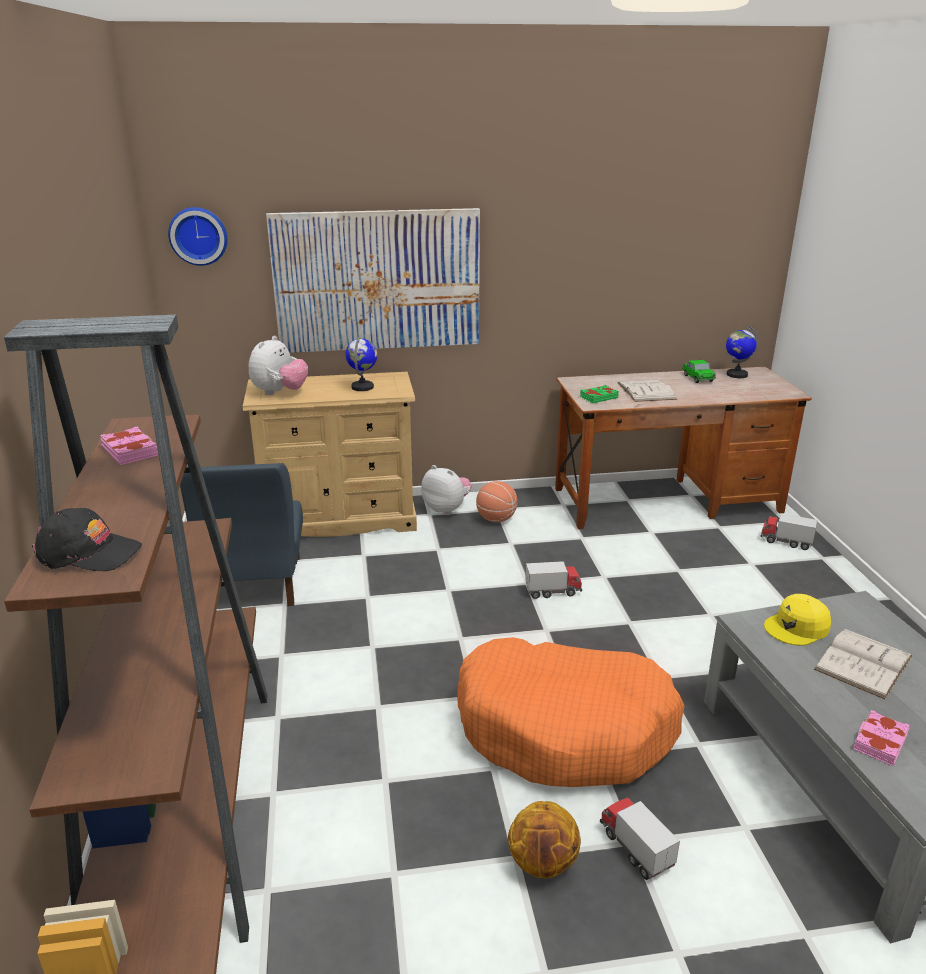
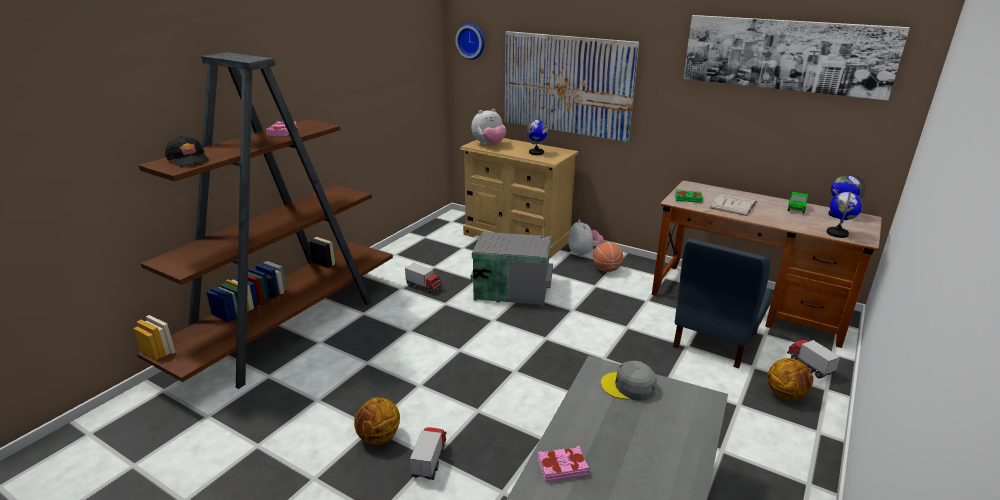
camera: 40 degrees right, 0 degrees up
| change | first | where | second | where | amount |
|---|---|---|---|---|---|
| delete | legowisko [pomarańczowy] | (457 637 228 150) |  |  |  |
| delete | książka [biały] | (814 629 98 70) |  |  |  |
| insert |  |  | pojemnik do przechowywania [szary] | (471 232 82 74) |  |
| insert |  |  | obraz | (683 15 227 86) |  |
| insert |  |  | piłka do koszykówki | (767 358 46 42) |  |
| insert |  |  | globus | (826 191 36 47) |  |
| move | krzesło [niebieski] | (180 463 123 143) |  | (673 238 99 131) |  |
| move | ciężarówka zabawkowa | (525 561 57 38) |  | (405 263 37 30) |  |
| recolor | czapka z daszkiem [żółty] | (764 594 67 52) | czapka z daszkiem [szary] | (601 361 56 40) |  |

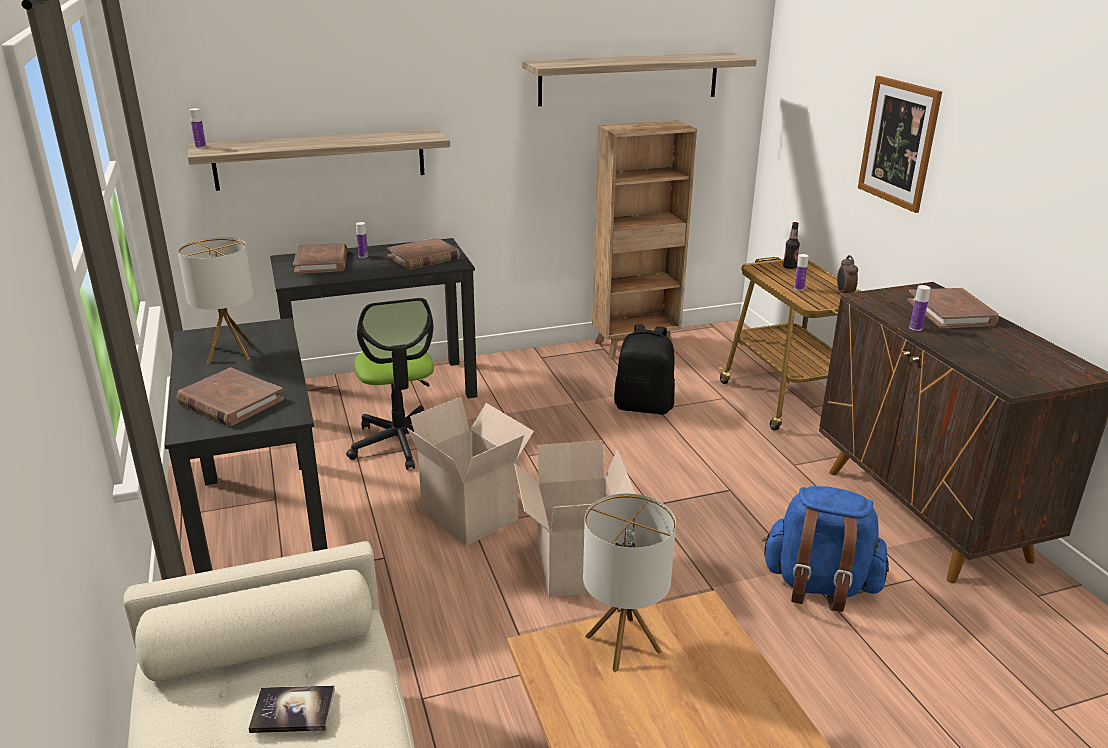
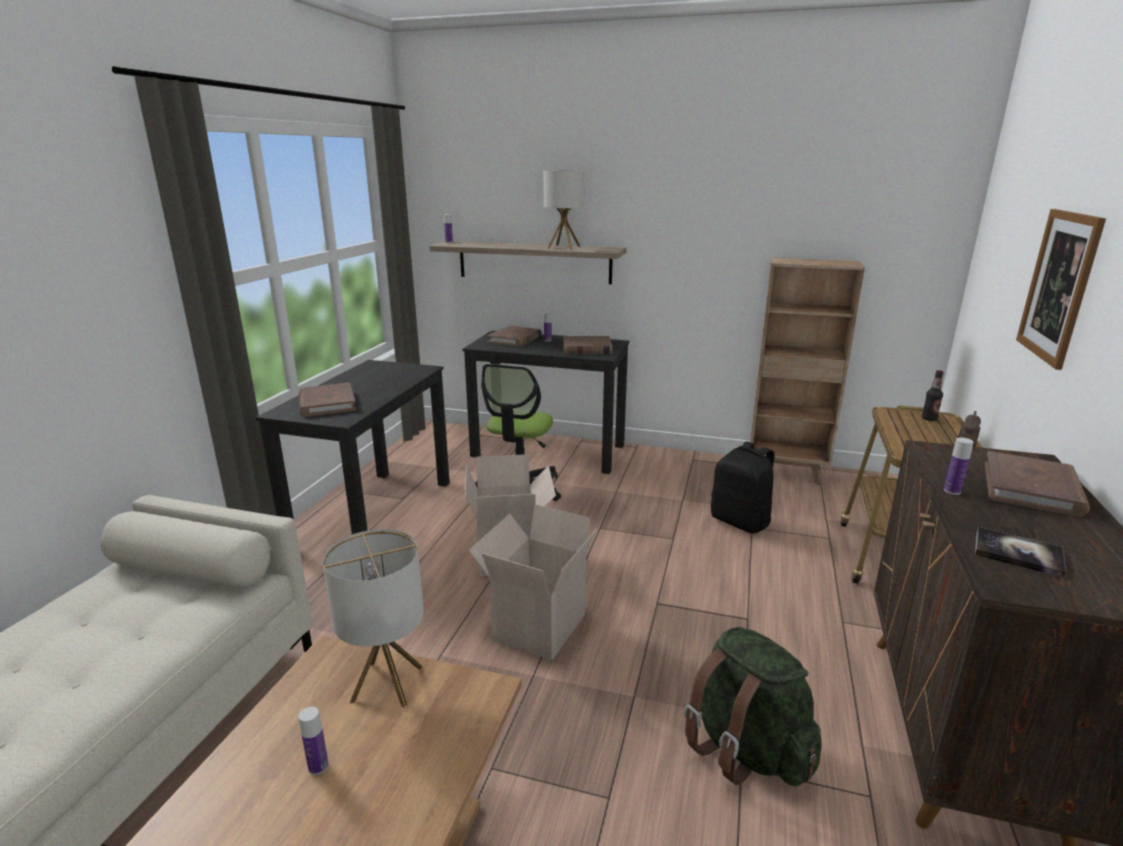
camera: 35 degrees right, 5 degrees down
| change | first | where | second | where | amount |
|---|---|---|---|---|---|
| delete | półka | (522 52 235 54) |  |  |  |
| move | lampa stołowa | (178 237 75 127) |  | (543 170 42 80) |  |
| move | książka | (248 686 87 47) |  | (975 527 91 51) |  |
| move | butelka | (794 254 15 37) |  | (299 706 30 69) |  |
| recolor | plecak [niebieski] | (762 486 127 126) | plecak [zielony] | (684 627 138 159) |  |

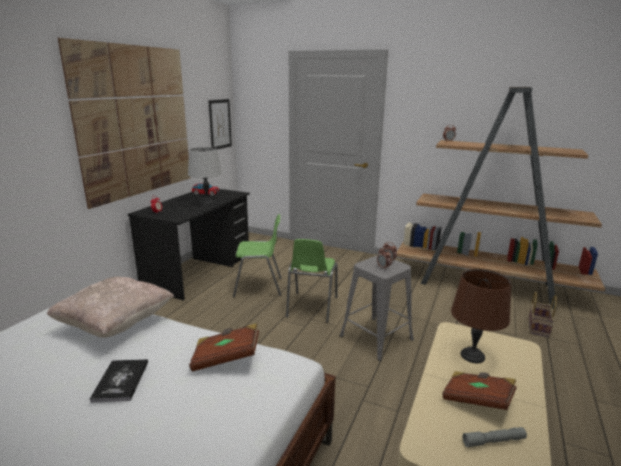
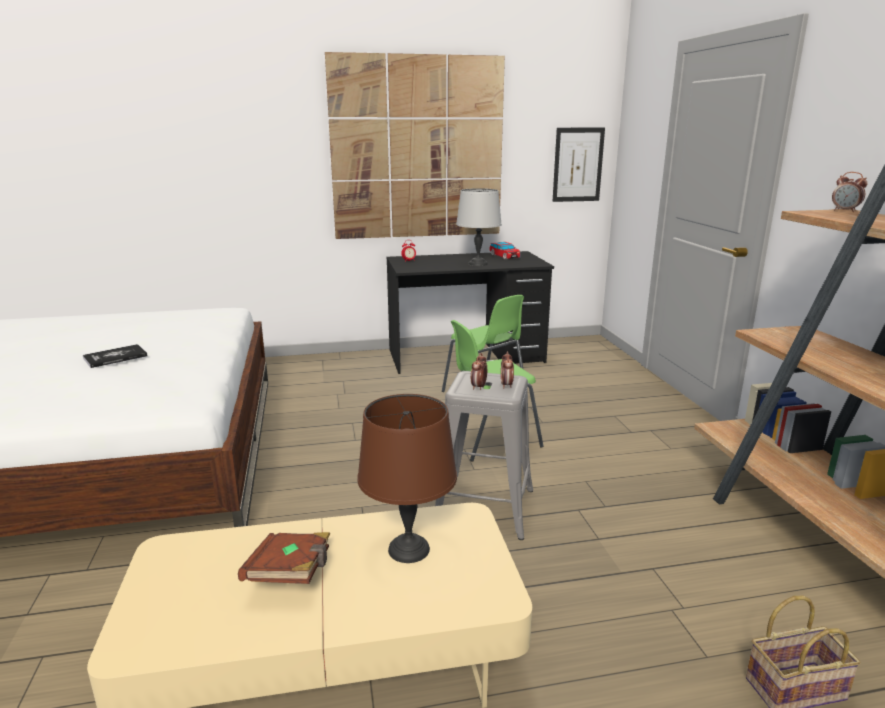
camera: 55 degrees right, 0 degrees up
| change | first | where | second | where | amount |
|---|---|---|---|---|---|
| delete | poduszka [beżowy] | (47 277 127 61) |  |  |  |
| delete | książka [brązowy] | (189 323 70 49) |  |  |  |
| delete | latarka [szary] | (462 427 65 21) |  |  |  |

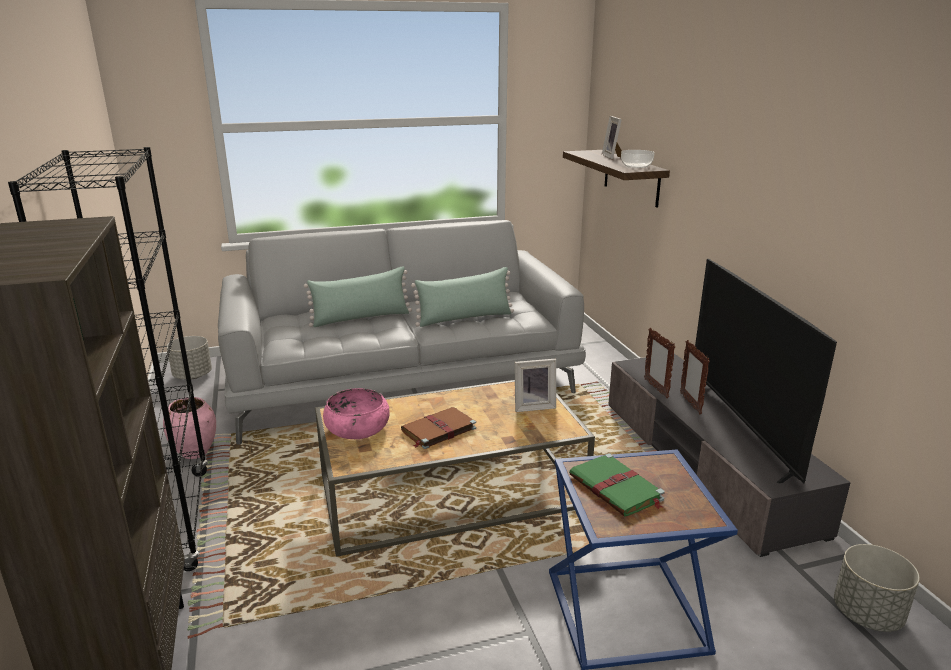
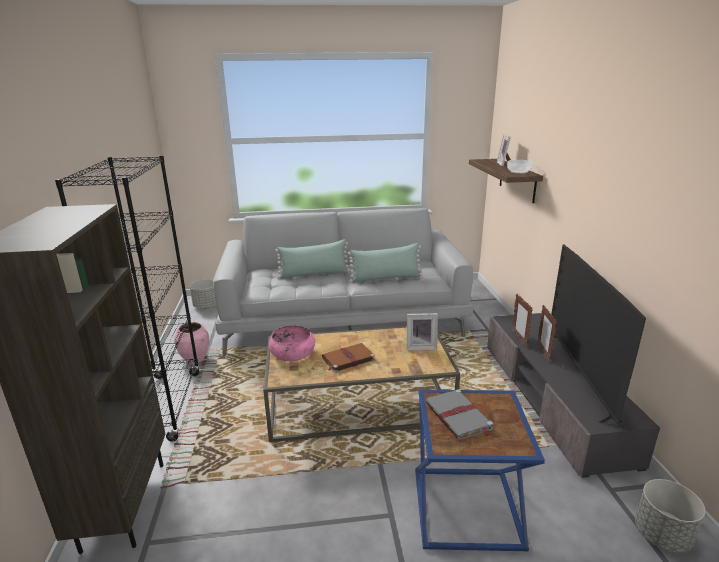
camera: 10 degrees right, 0 degrees up
| change | first | where | second | where | amount |
|---|---|---|---|---|---|
| recolor | książka [zielony] | (569 453 96 63) | książka [szary] | (426 389 67 51) |  |

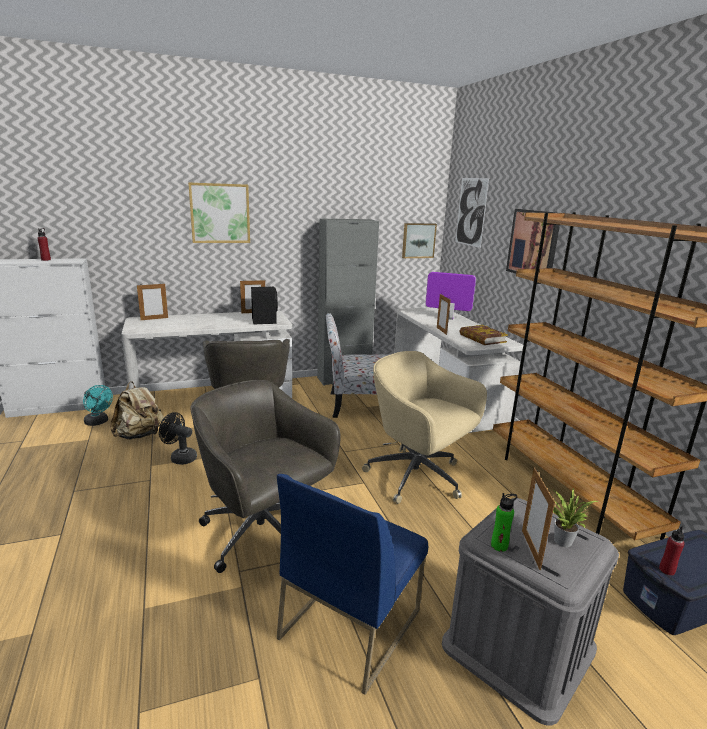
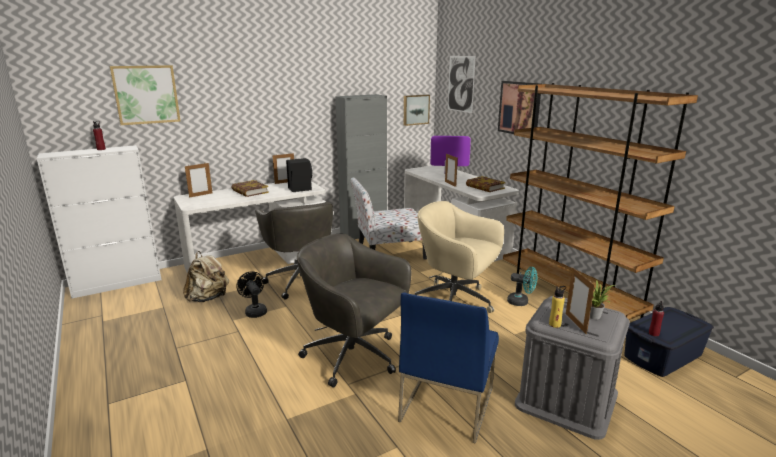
camera: 10 degrees left, 0 degrees up
| change | first | where | second | where | amount |
|---|---|---|---|---|---|
| insert |  |  | książka | (231 180 38 17) |  |
| move | wentylator [turkusowy] | (83 385 30 41) |  | (507 267 30 39) |  |
| move | obraz | (188 182 62 61) |  | (110 65 71 60) |  |
| recolor | butelka [zielony] | (491 493 26 59) | butelka [żółty] | (549 286 17 42) |  |
| rotate | wentylator [czarny] | (159 412 38 53) |  | (236 271 31 47) | 45 degrees clockwise |

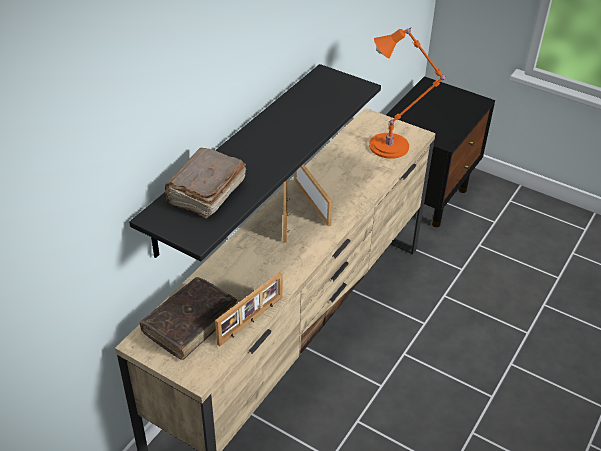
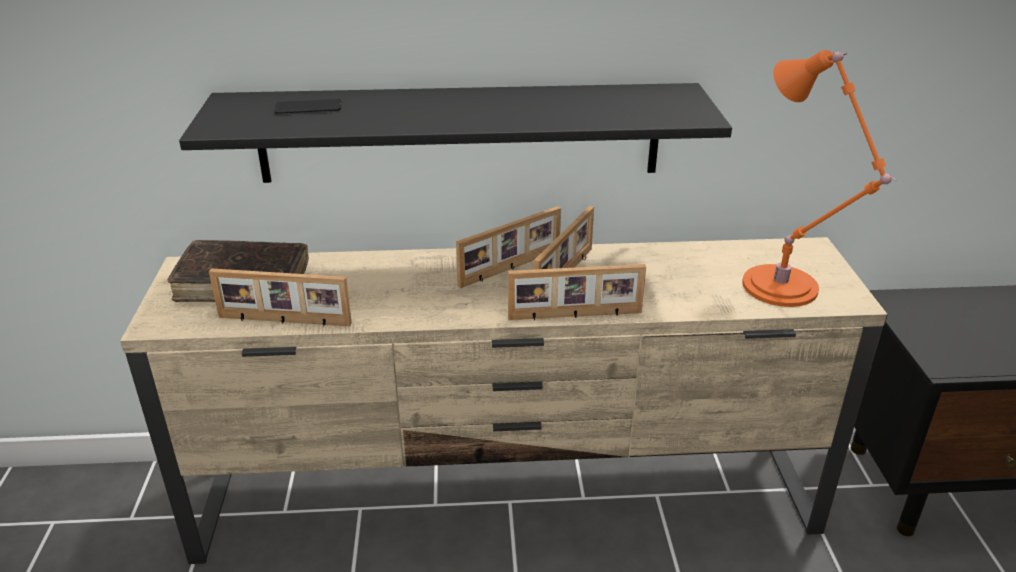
camera: 55 degrees right, 10 degrees down
| change | first | where | second | where | amount |
|---|---|---|---|---|---|
| insert |  |  | ramka na zdjęcie | (508 264 138 56) |  |
| replace | książka [brązowy] | (165 148 81 70) | telefon | (275 99 66 15) |  |

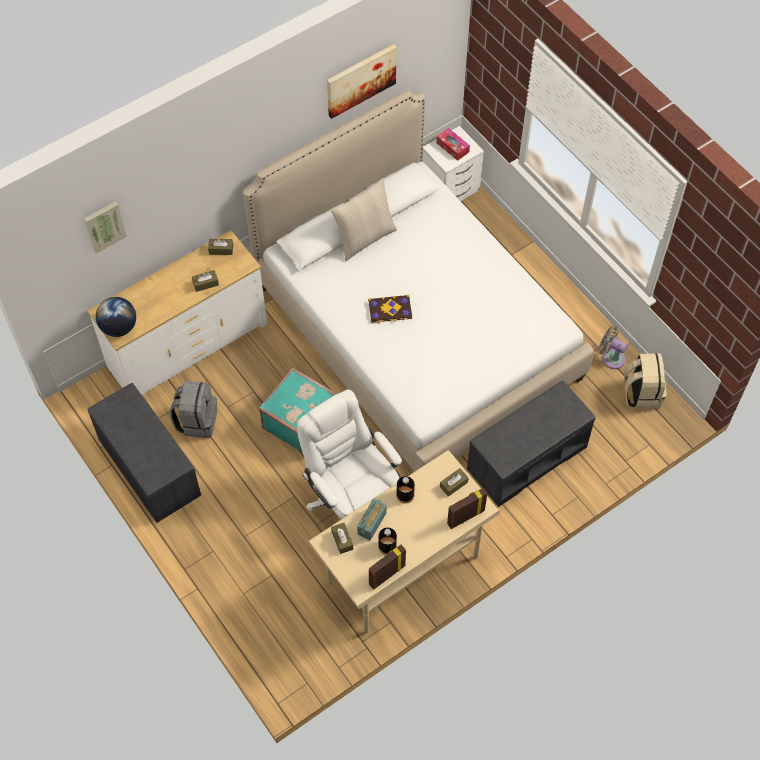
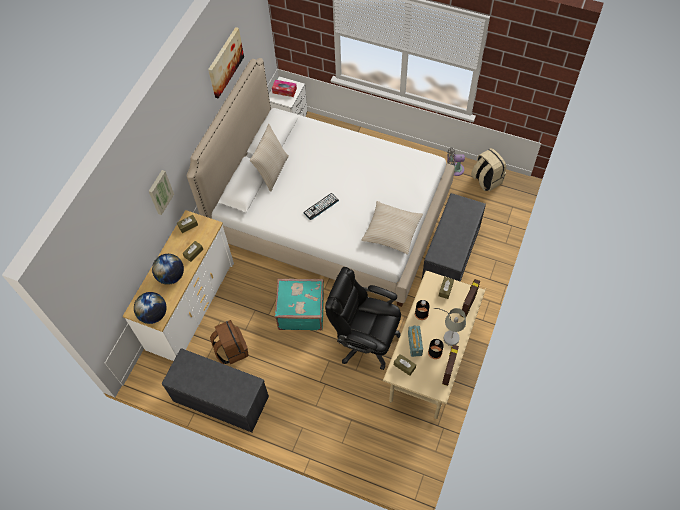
camera: 30 degrees left, 0 degrees up
| change | first | where | second | where | amount |
|---|---|---|---|---|---|
| insert |  |  | globus | (152 254 32 31) |  |
| insert |  |  | poduszka [beżowy] | (361 201 62 53) |  |
| insert |  |  | lampa stołowa [szary] | (434 308 32 38) |  |
| move | obraz | (84 201 43 52) |  | (149 170 25 45) |  |
| replace | książka | (368 295 44 29) | klawiatura | (304 193 35 27) |  |
| recolor | plecak [szary] | (170 381 47 57) | plecak [brązowy] | (210 320 39 44) |  |
| recolor | krzesło biurowe [biały] | (297 389 105 130) | krzesło biurowe [czarny] | (325 267 76 103) |  |

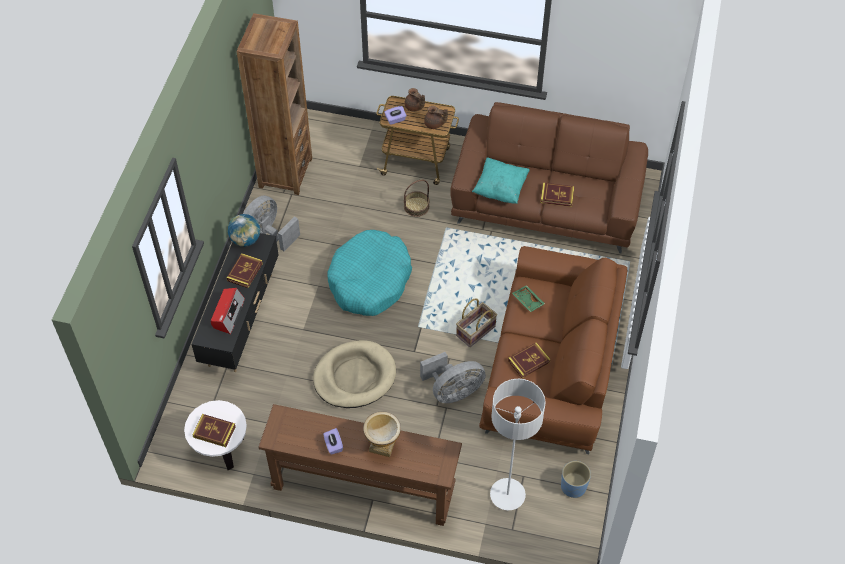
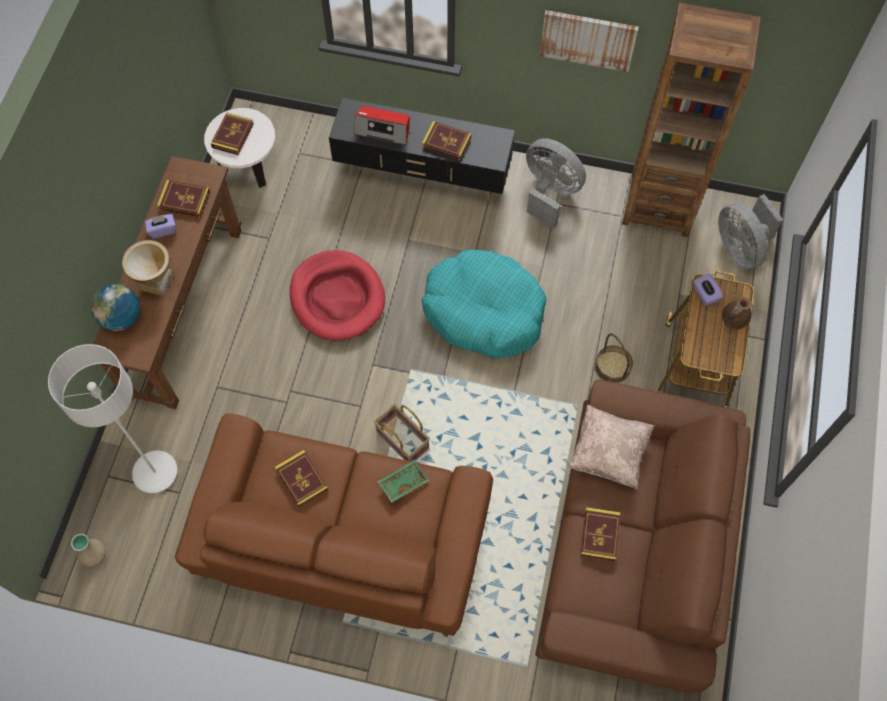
camera: 90 degrees right, 10 degrees up
| change | first | where | second | where | amount |
|---|---|---|---|---|---|
| delete | imbryk [brązowy] | (424 106 24 23) |  |  |  |
| delete | donica [niebieski] | (561 461 30 37) |  |  |  |
| insert |  |  | wazon [beżowy] | (71 534 35 32) |  |
| insert |  |  | książka | (157 180 53 38) |  |
| insert |  |  | obraz | (540 10 99 62) |  |
| move | globus | (228 214 32 33) |  | (91 284 49 47) |  |
| move | wentylator [szary] | (420 352 66 51) |  | (718 194 65 75) |  |
| recolor | legowisko [beżowy] | (313 340 83 68) | legowisko [czerwony] | (290 250 95 91) |  |
| recolor | poduszka [turkusowy] | (472 158 58 46) | poduszka [beżowy] | (568 405 86 84) |  |

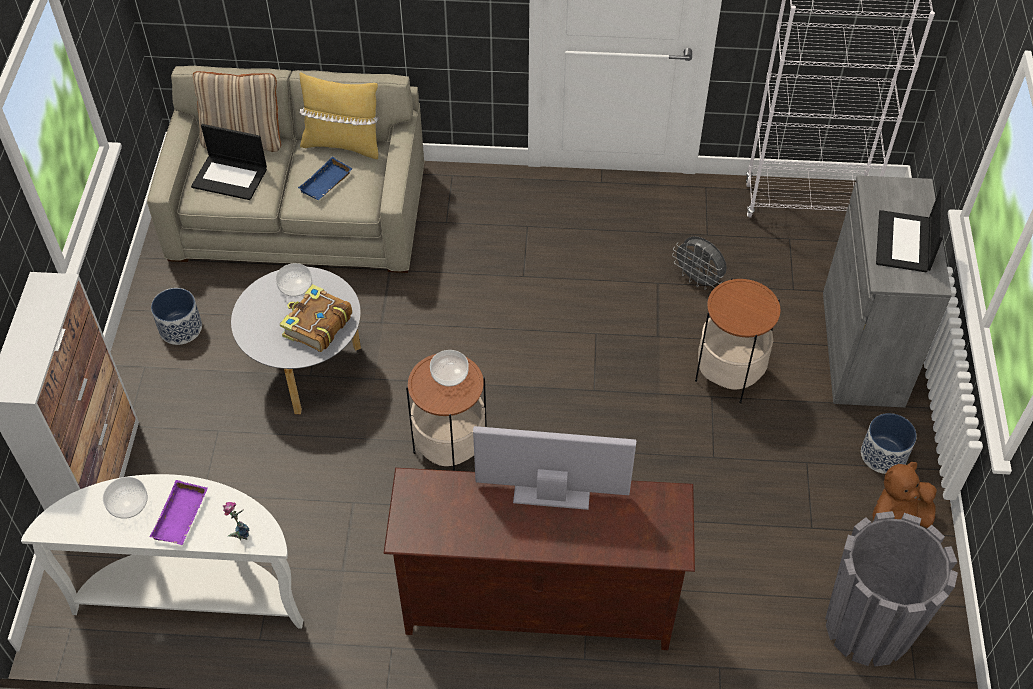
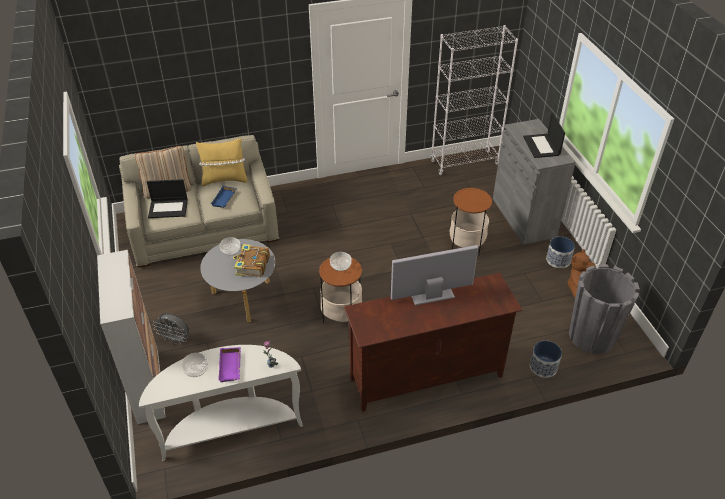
camera: 20 degrees left, 10 degrees down
| change | first | where | second | where | amount |
|---|---|---|---|---|---|
| move | donica | (151 288 51 57) |  | (530 340 32 38) |  |
| move | wentylator [szary] | (672 236 55 54) |  | (152 313 37 32) |  |

